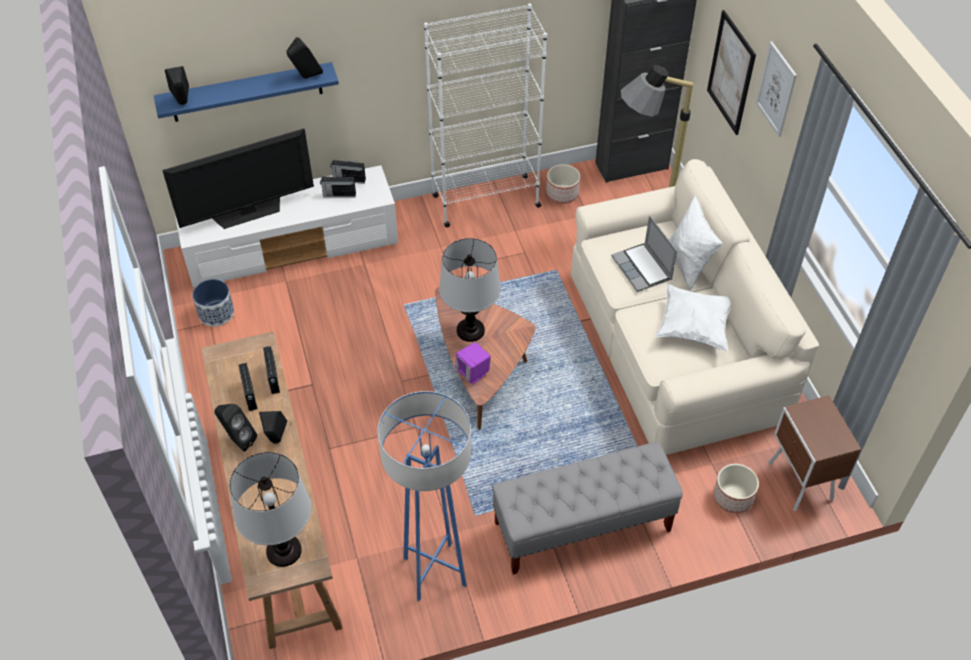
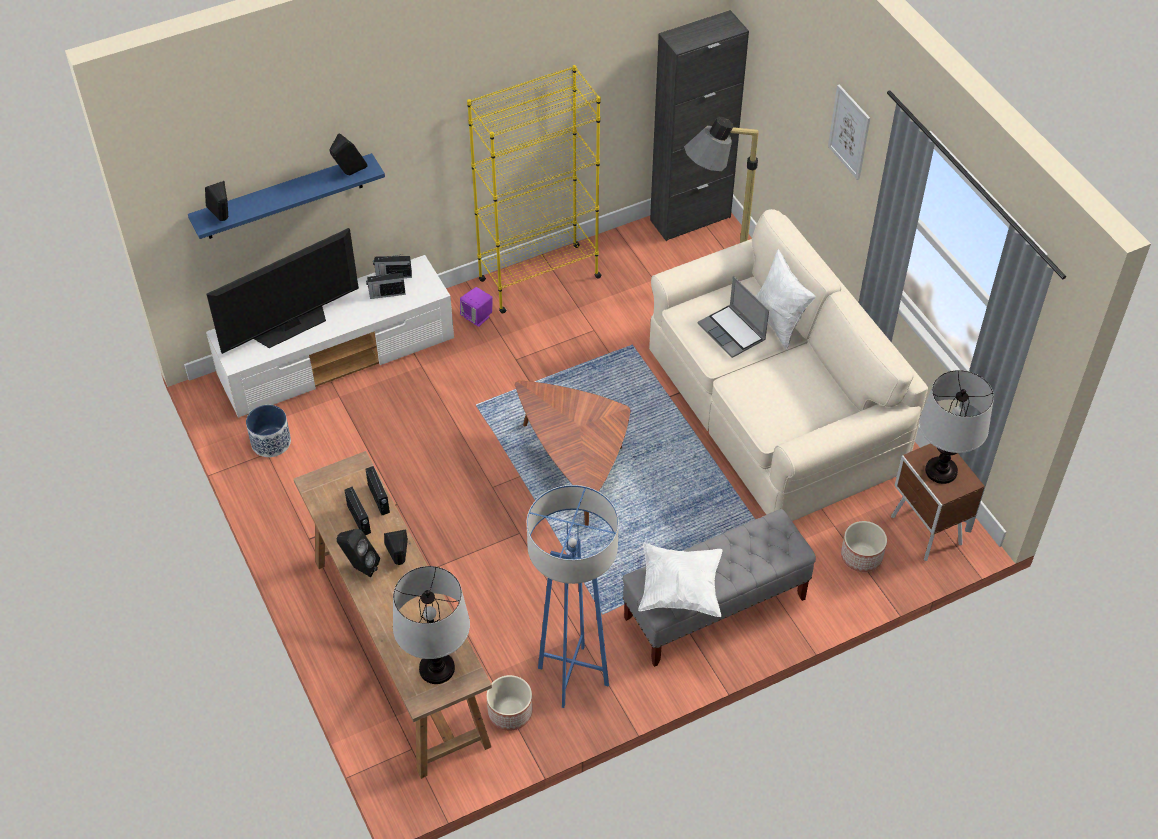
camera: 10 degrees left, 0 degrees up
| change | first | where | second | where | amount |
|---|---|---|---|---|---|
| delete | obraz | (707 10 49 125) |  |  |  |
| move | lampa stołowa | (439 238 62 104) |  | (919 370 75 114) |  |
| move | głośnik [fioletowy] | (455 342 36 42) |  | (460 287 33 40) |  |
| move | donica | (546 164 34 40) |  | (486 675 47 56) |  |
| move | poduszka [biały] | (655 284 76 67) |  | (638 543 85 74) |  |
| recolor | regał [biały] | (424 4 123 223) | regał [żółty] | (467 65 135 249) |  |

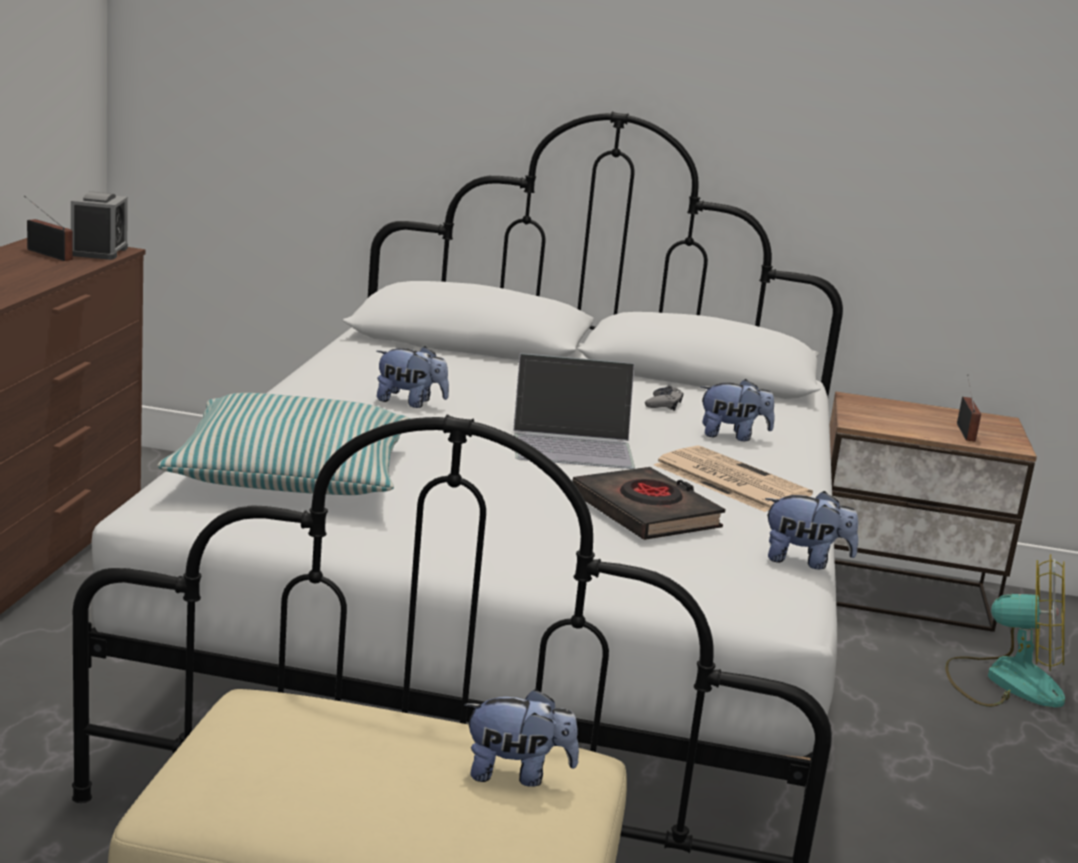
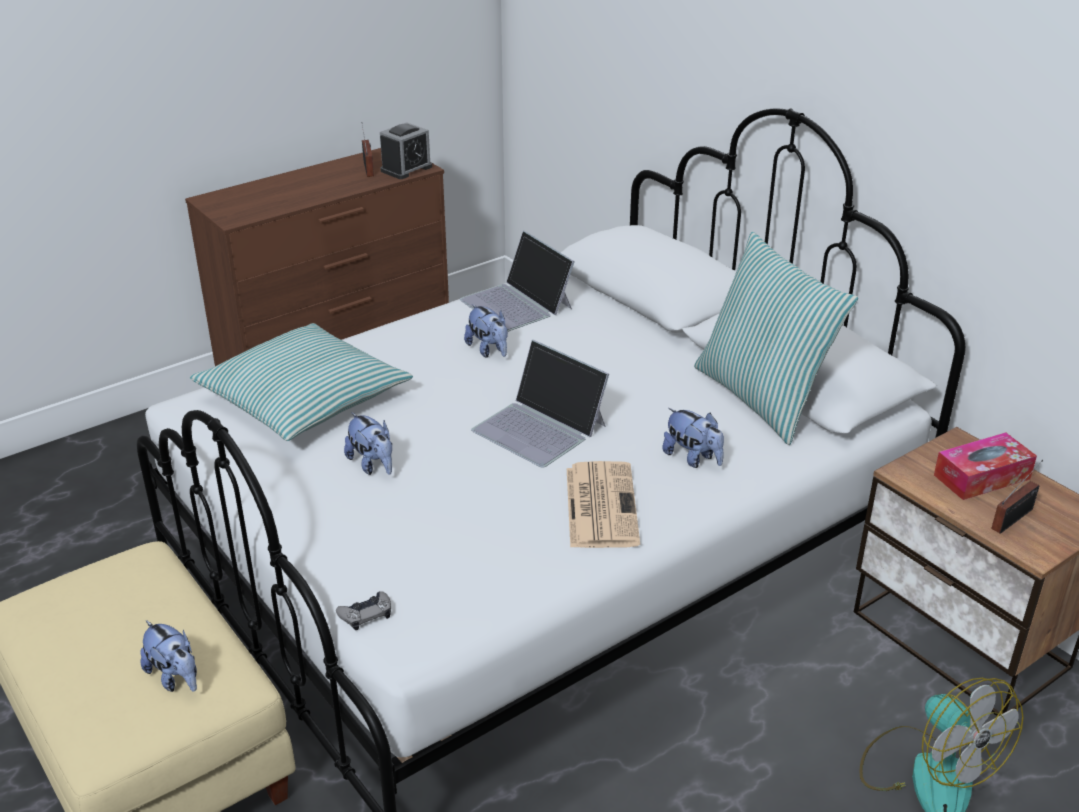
camera: 45 degrees right, 15 degrees up
| change | first | where | second | where | amount |
|---|---|---|---|---|---|
| delete | książka [czarny] | (572 467 153 73) |  |  |  |
| insert |  |  | laptop | (460 231 115 101) |  |
| insert |  |  | poduszka | (694 232 164 213) |  |
| insert |  |  | pudełko chusteczek | (934 432 103 68) |  |
| move | pad do gier [szary] | (645 385 39 26) |  | (336 591 55 39) |  |
| move | pluszak | (765 491 93 79) |  | (344 412 48 63) |  |

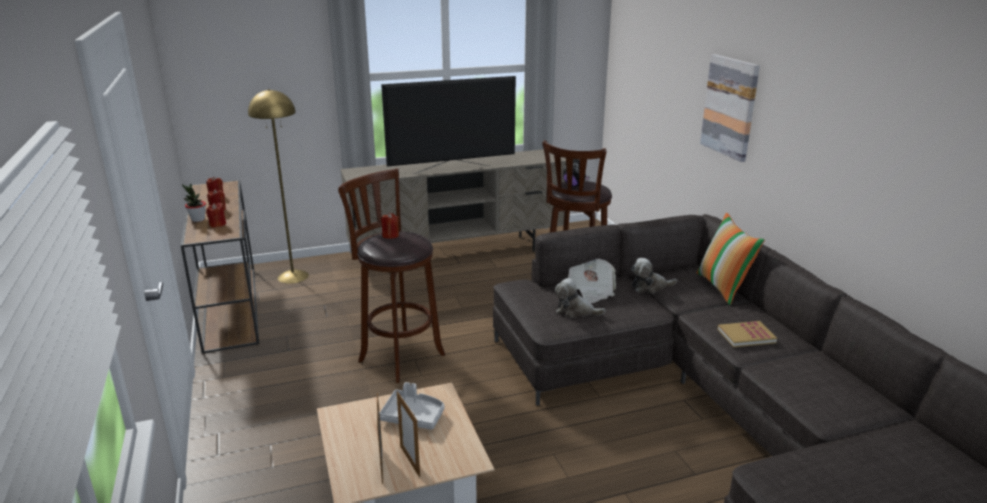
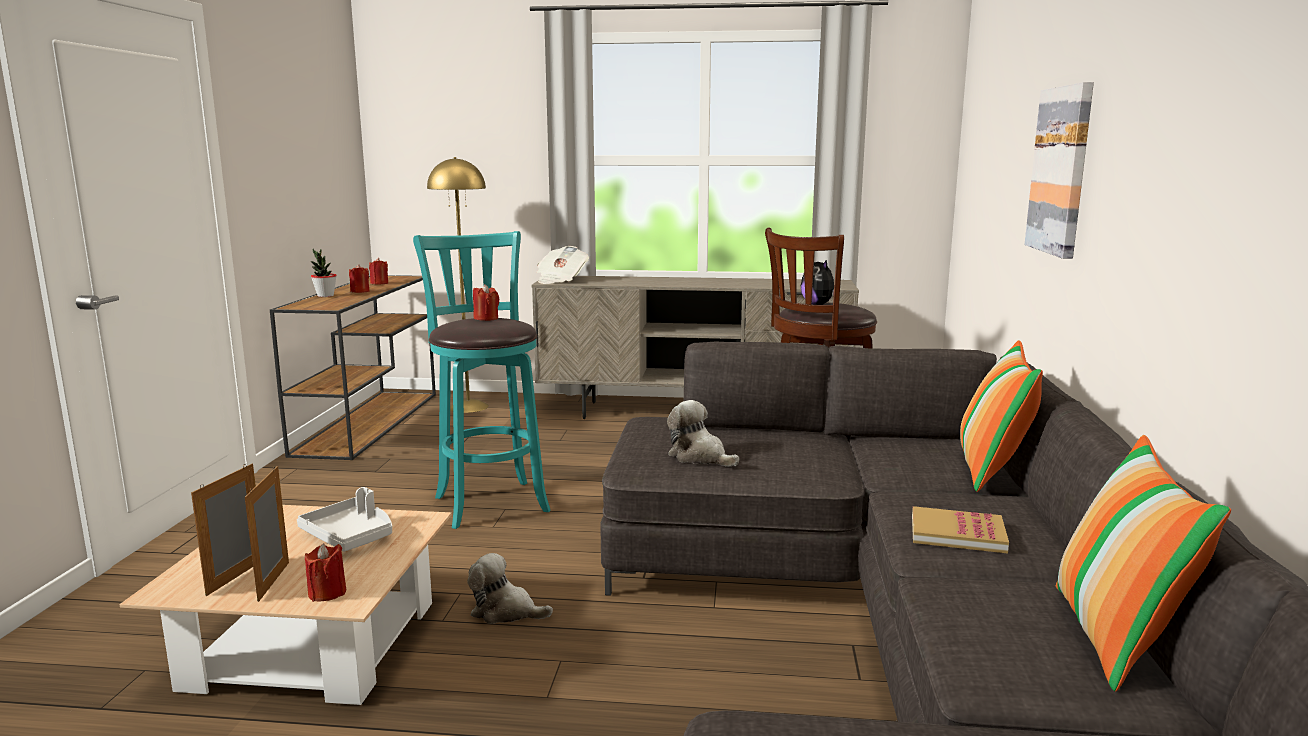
camera: 25 degrees right, 10 degrees down
| change | first | where | second | where | amount |
|---|---|---|---|---|---|
| delete | telewizor | (381 76 135 98) |  |  |  |
| insert |  |  | poduszka | (1056 435 175 257) |  |
| move | świeca [czerwony] | (206 203 20 25) |  | (305 543 41 59) |  |
| move | gazeta | (567 258 49 45) |  | (536 246 53 38) |  |
| move | pluszak | (631 258 46 36) |  | (467 553 86 71) |  |
| recolor | stołek [brązowy] | (338 168 107 215) | stołek [turkusowy] | (413 231 138 298) |  |

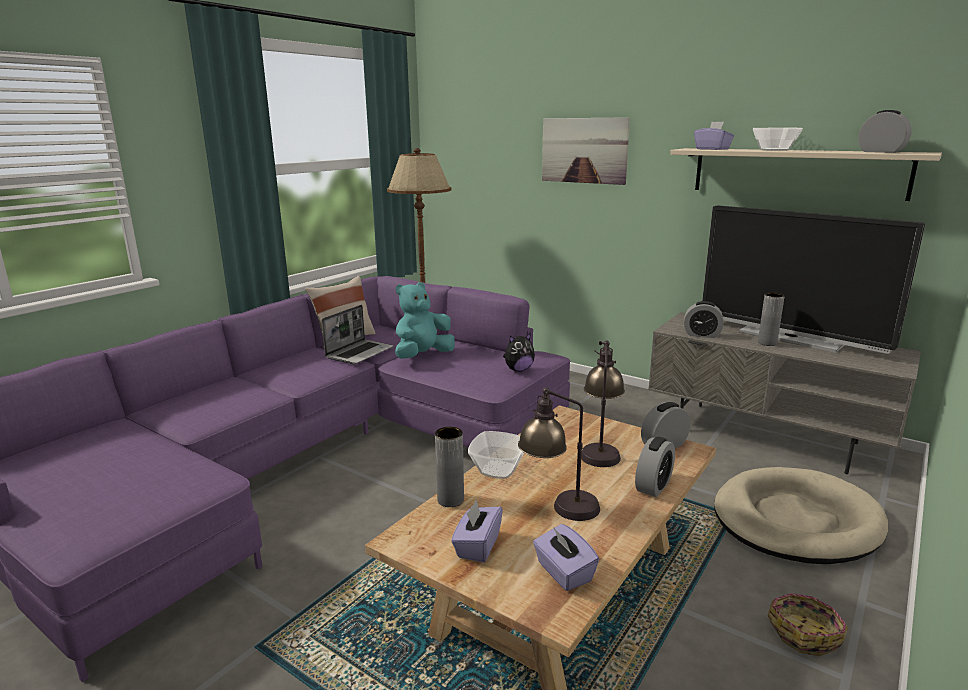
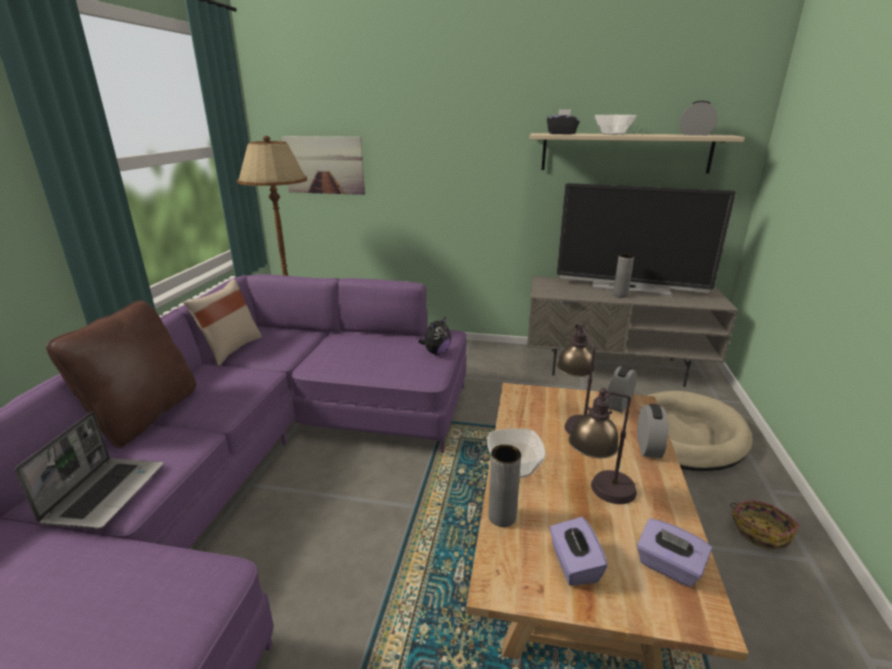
camera: 25 degrees left, 5 degrees up
| change | first | where | second | where | amount |
|---|---|---|---|---|---|
| delete | pluszak [turkusowy] | (395 282 60 77) |  |  |  |
| delete | budzik | (684 301 40 37) |  |  |  |
| insert |  |  | poduszka [brązowy] | (46 300 150 148) |  |
| move | laptop | (322 305 72 59) |  | (15 411 149 118) |  |
| move | obraz | (542 117 88 68) |  | (282 136 83 59) |  |
| recolor | pudełko chusteczek [fioletowy] | (694 122 40 28) | pudełko chusteczek [czarny] | (547 109 33 26) |  |

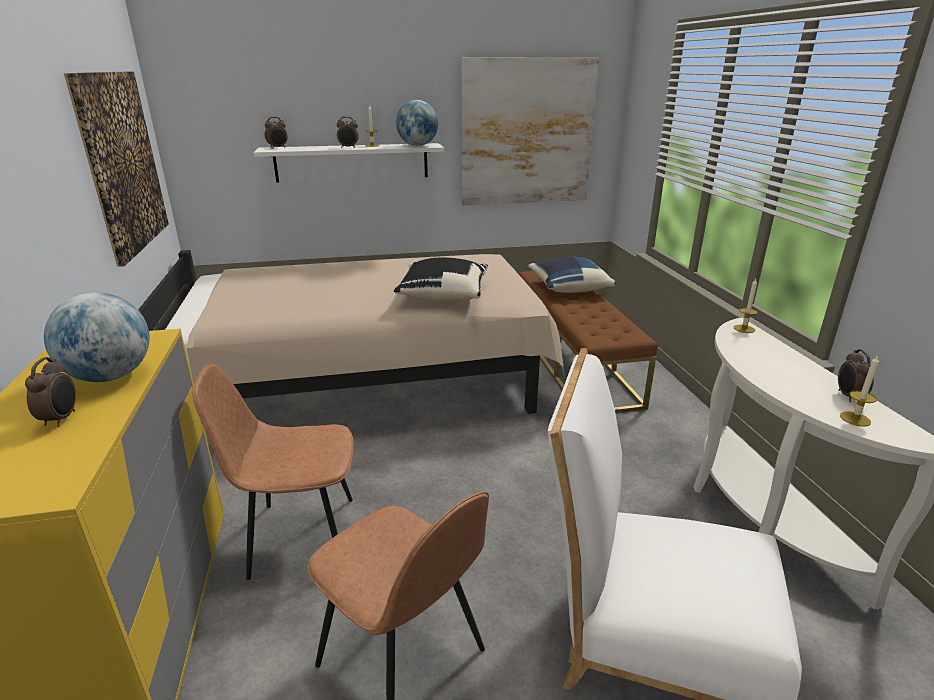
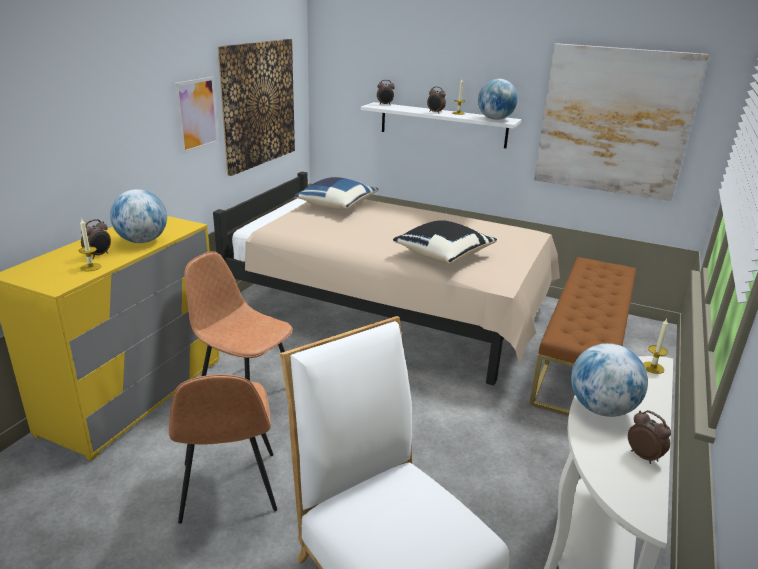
camera: 35 degrees right, 0 degrees up
| change | first | where | second | where | amount |
|---|---|---|---|---|---|
| insert |  |  | obraz | (174 77 45 77) |  |
| insert |  |  | globus | (571 343 77 74) |  |
| move | poduszka [niebieski] | (528 257 88 36) |  | (295 177 83 33) |  |
| move | świeca | (840 355 39 72) |  | (79 219 22 53) |  |
| rotate | budzik | (838 349 36 53) |  | (628 410 43 54) | 105 degrees clockwise |

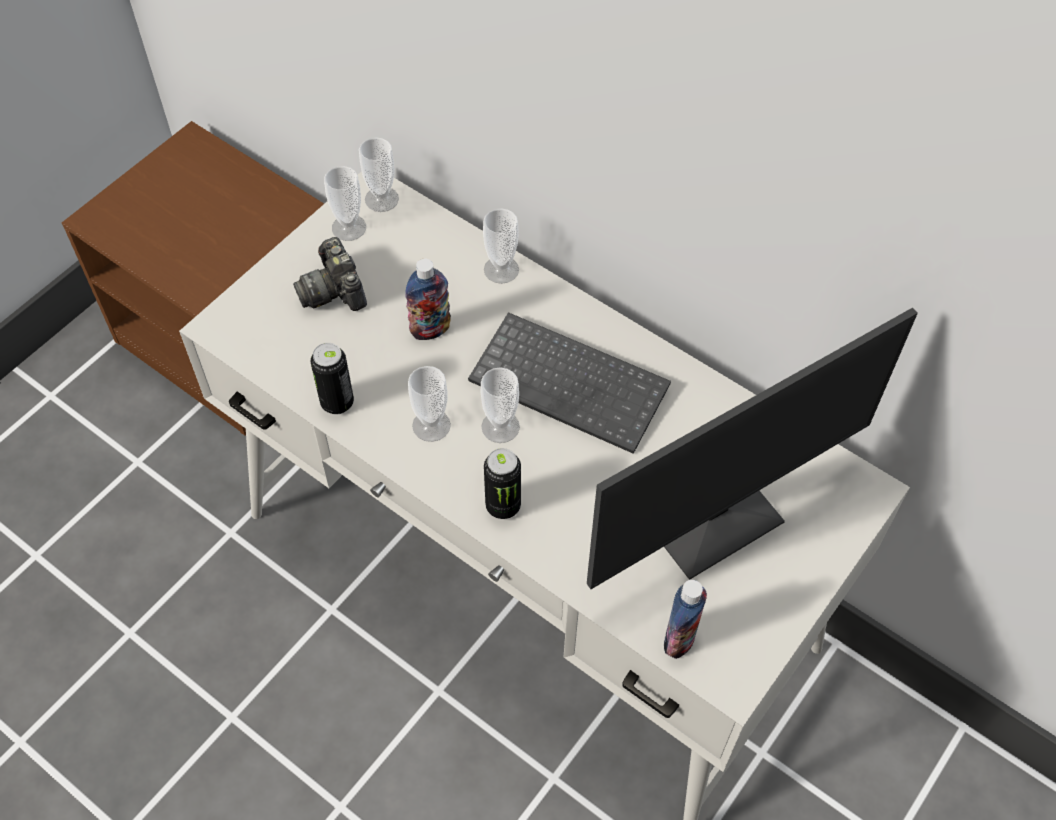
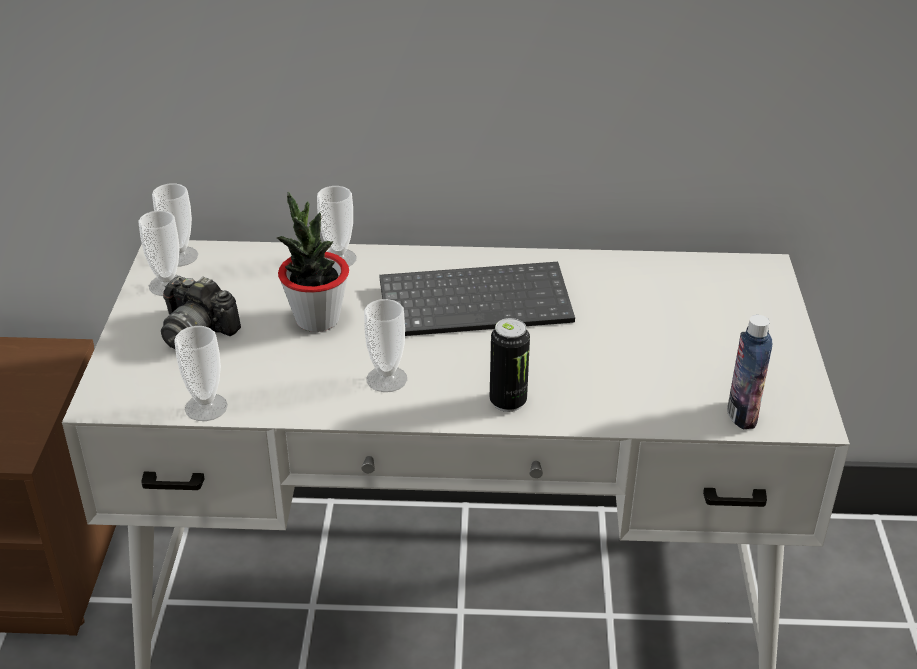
camera: 35 degrees left, 20 degrees down
| change | first | where | second | where | amount |
|---|---|---|---|---|---|
| delete | puszka | (311 343 43 71) |  |  |  |
| delete | monitor | (587 308 331 281) |  |  |  |
| move | filiżanka | (481 367 39 76) |  | (174 326 54 95) |  |
| replace | butelka | (405 259 46 81) | roślina doniczkowa | (277 192 72 140) |  |

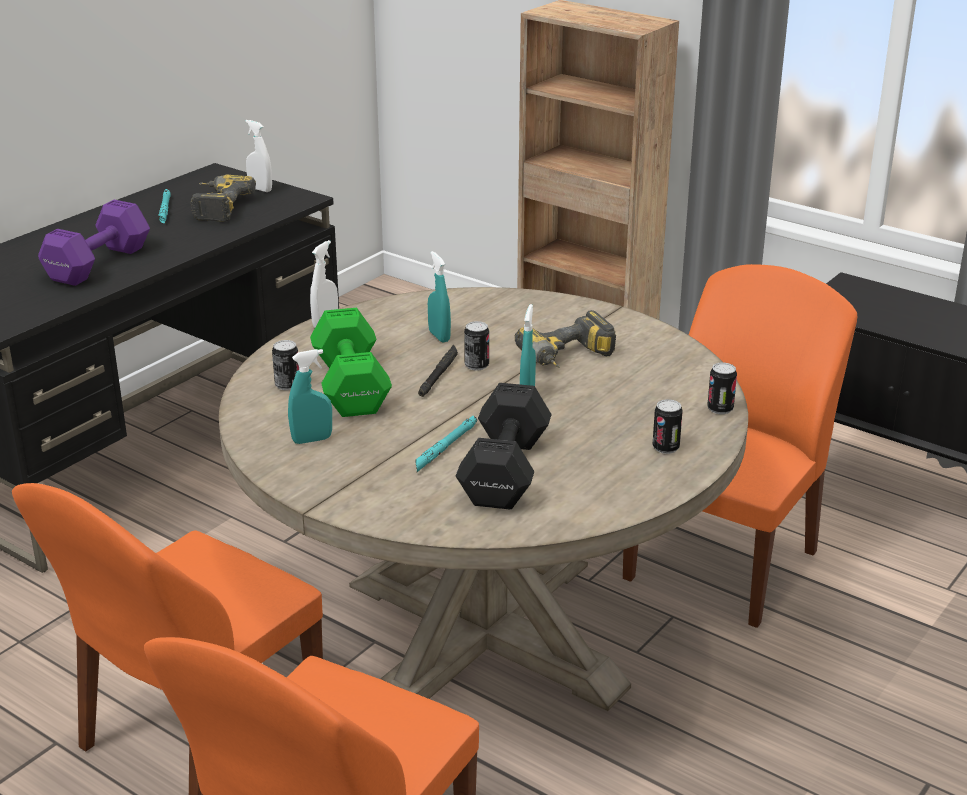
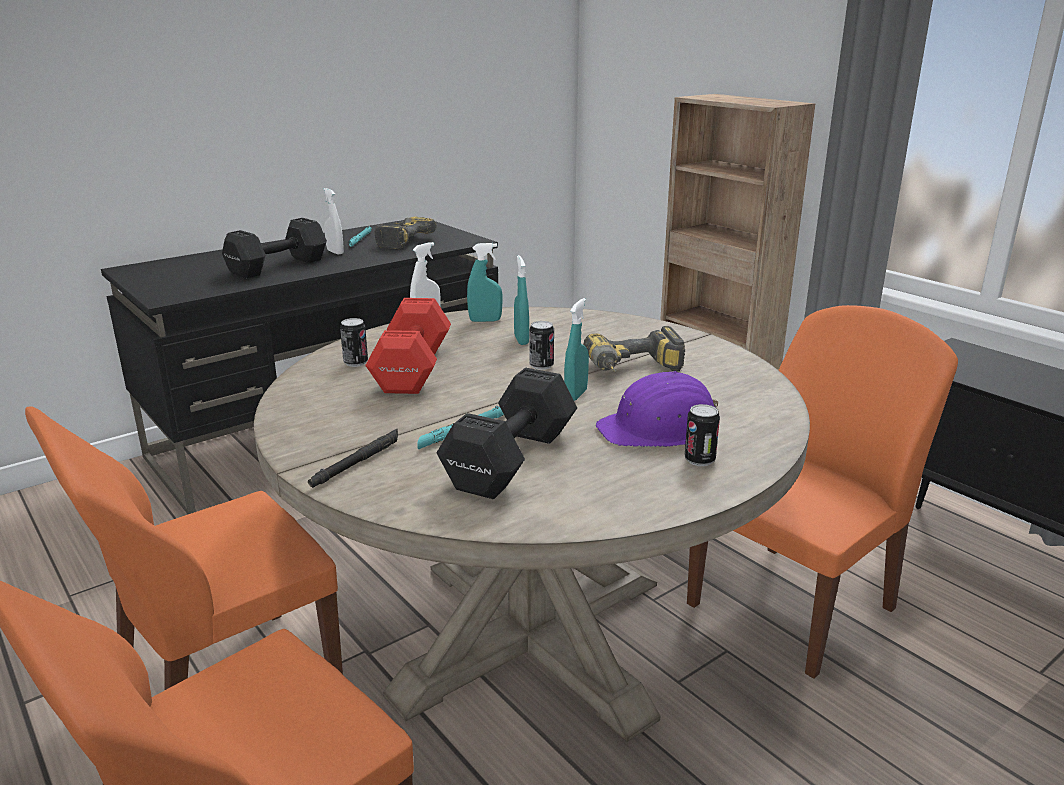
camera: 15 degrees right, 5 degrees down
| change | first | where | second | where | amount |
|---|---|---|---|---|---|
| delete | puszka | (707 363 30 51) |  |  |  |
| insert |  |  | kask [fioletowy] | (596 371 123 76) |  |
| move | spryskiwacz [biały] | (245 120 27 72) |  | (323 188 21 67) |  |
| move | spryskiwacz [turkusowy] | (288 349 44 95) |  | (467 243 36 79) |  |
| move | latarka [czarny] | (418 345 40 52) |  | (308 429 90 59) |  |
| recolor | hantel [fioletowy] | (38 200 112 86) | hantel [czarny] | (222 218 105 60) |  |
| recolor | hantel [zielony] | (310 308 82 109) | hantel [czerwony] | (365 298 86 96) |  |

